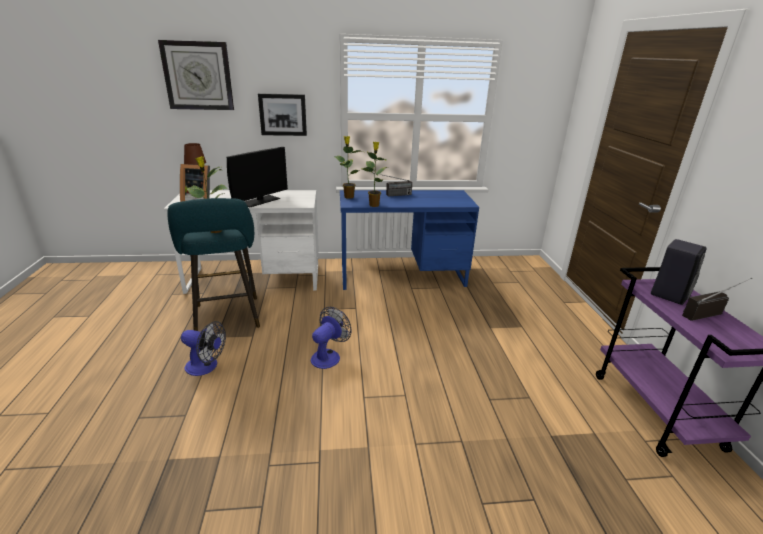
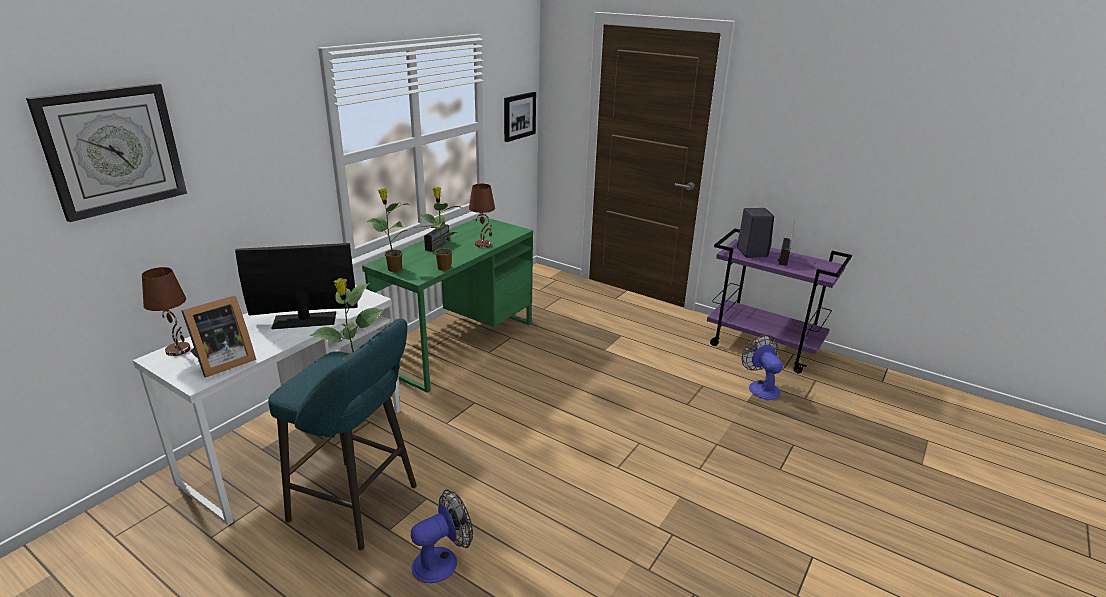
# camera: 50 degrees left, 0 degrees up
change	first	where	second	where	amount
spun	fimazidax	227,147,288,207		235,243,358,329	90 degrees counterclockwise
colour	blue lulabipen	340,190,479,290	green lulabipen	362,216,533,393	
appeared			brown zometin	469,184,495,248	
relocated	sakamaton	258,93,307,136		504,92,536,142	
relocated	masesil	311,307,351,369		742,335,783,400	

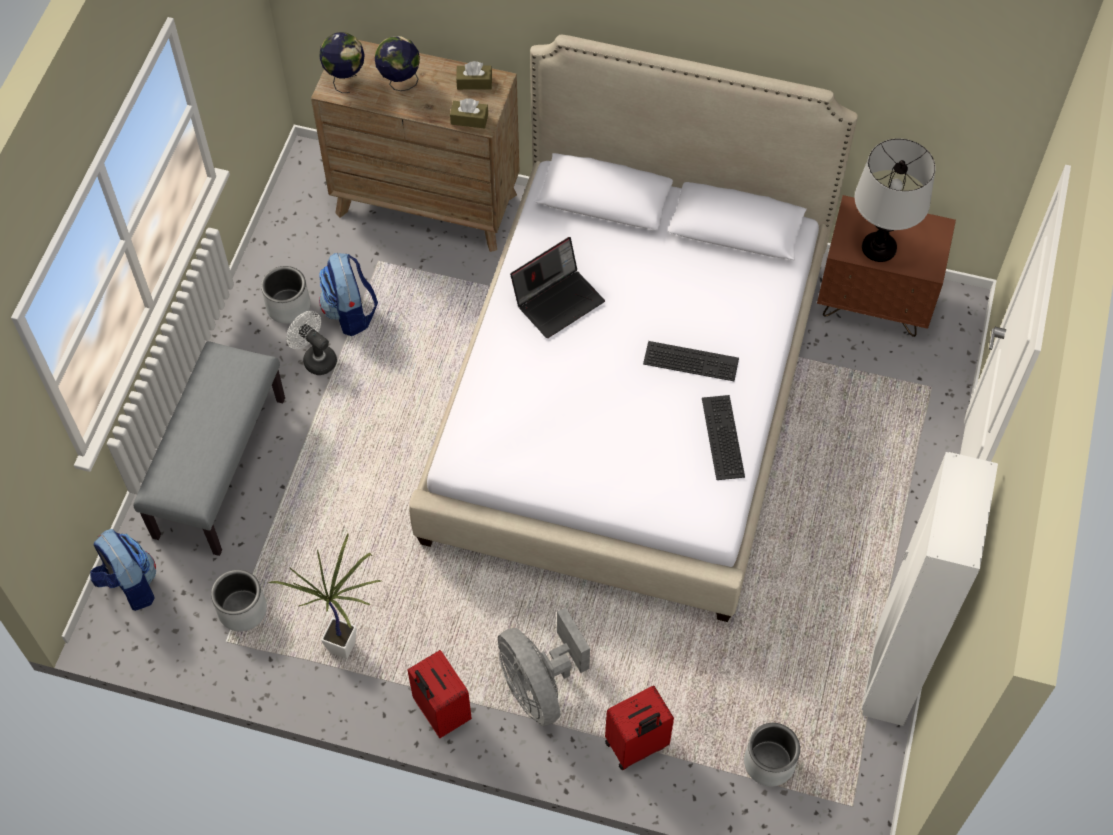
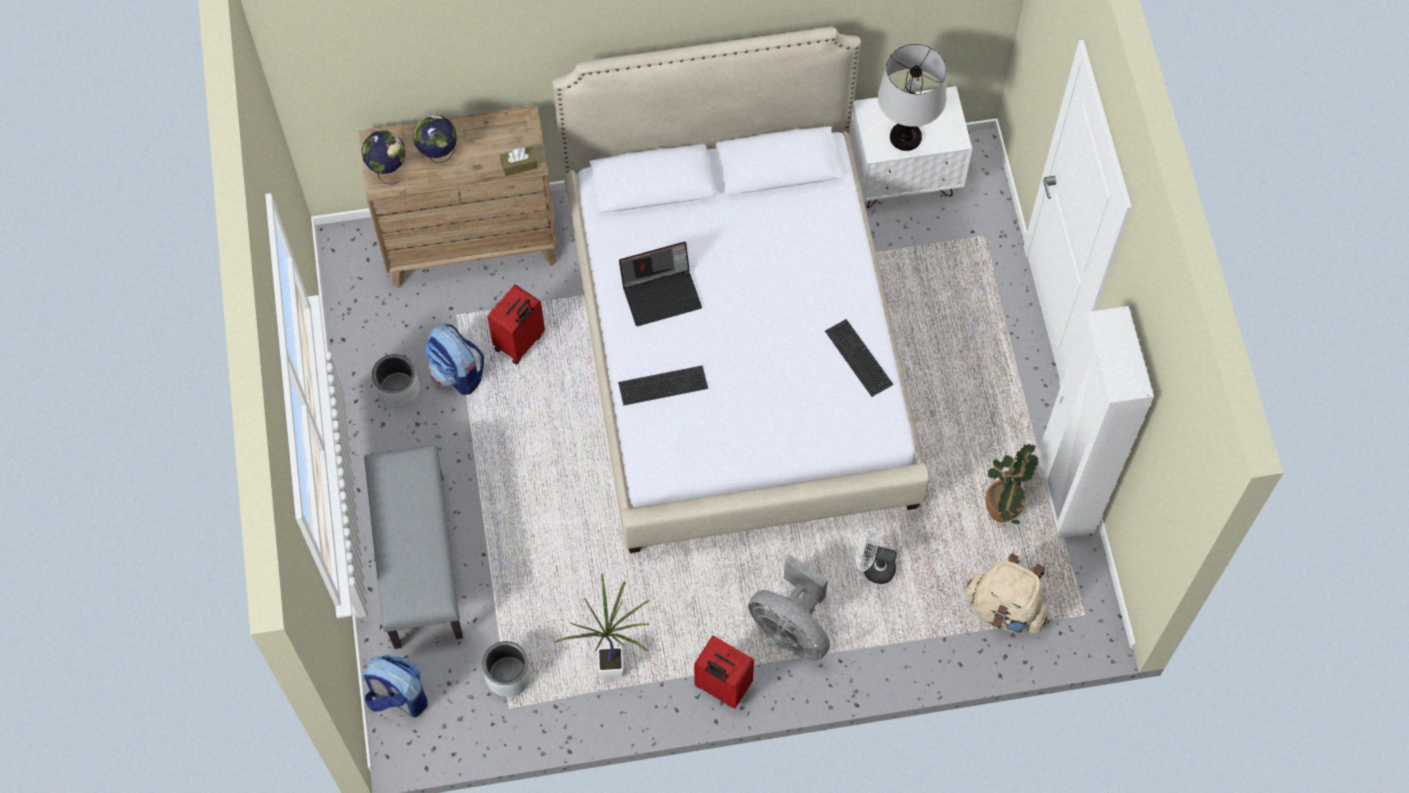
# camera: 25 degrees left, 5 degrees up
change	first	where	second	where	amount
relocated	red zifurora	605,686,674,770		488,284,545,365	
relocated	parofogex	643,341,739,381		618,365,708,406	
spun	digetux	510,237,605,338		619,242,702,326	45 degrees clockwise
colour	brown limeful	817,195,956,337	white limeful	849,86,972,208	
relocated	white masesil	286,311,337,375		855,529,897,584	
exchanged	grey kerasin	744,723,800,787	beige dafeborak	965,553,1049,634	
appeared			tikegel	986,444,1038,524	
missing	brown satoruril	456,61,492,90			

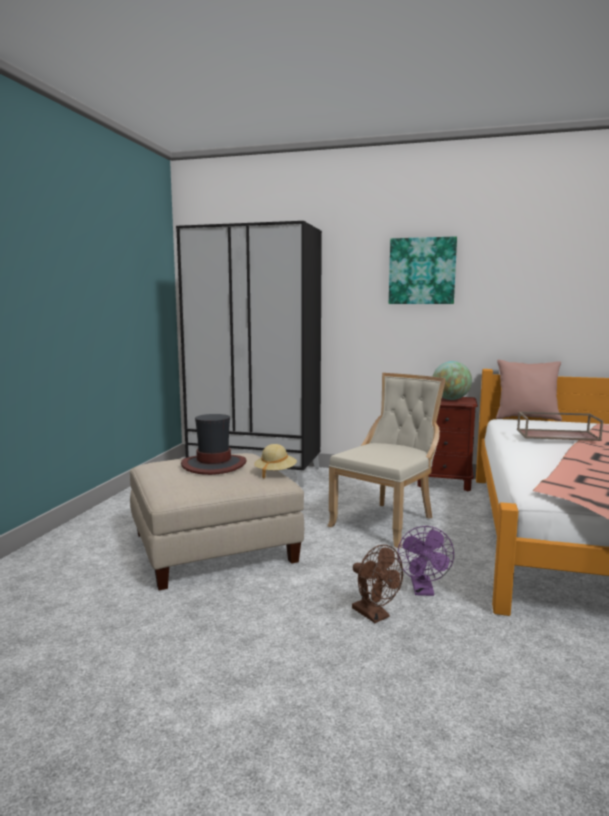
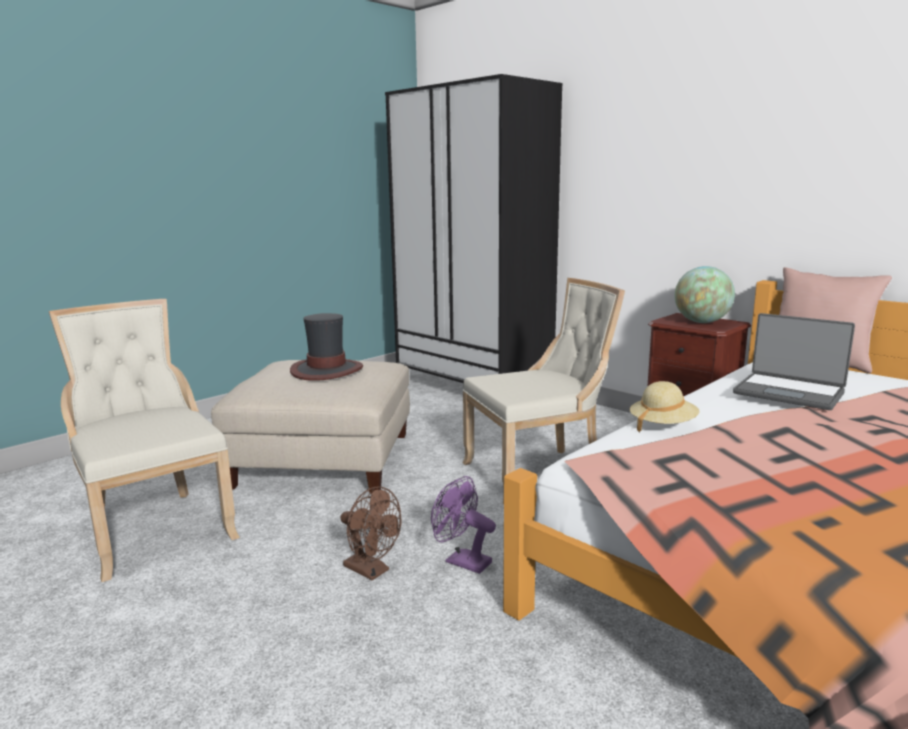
# camera: 30 degrees right, 5 degrees up
change	first	where	second	where	amount
appeared			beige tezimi	49,299,240,582	
spun	brown masesil	352,545,403,623		340,486,402,580	45 degrees counterclockwise
spun	purple masesil	398,526,454,596		431,476,496,574	90 degrees clockwise
relocated	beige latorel	254,444,297,479		630,381,700,433	
exchanged	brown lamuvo	517,412,603,441	digetux	733,313,855,410	
missing	sakamaton	389,236,457,304			

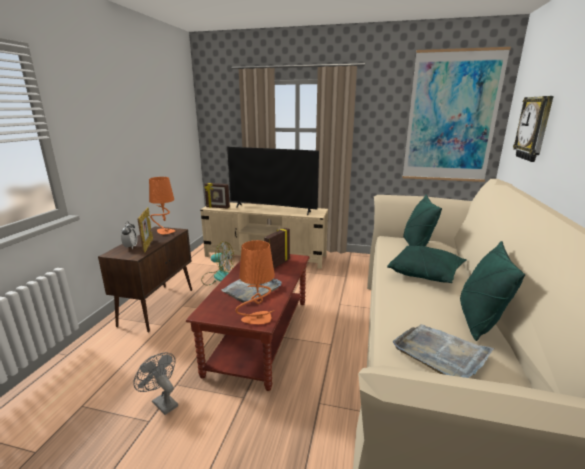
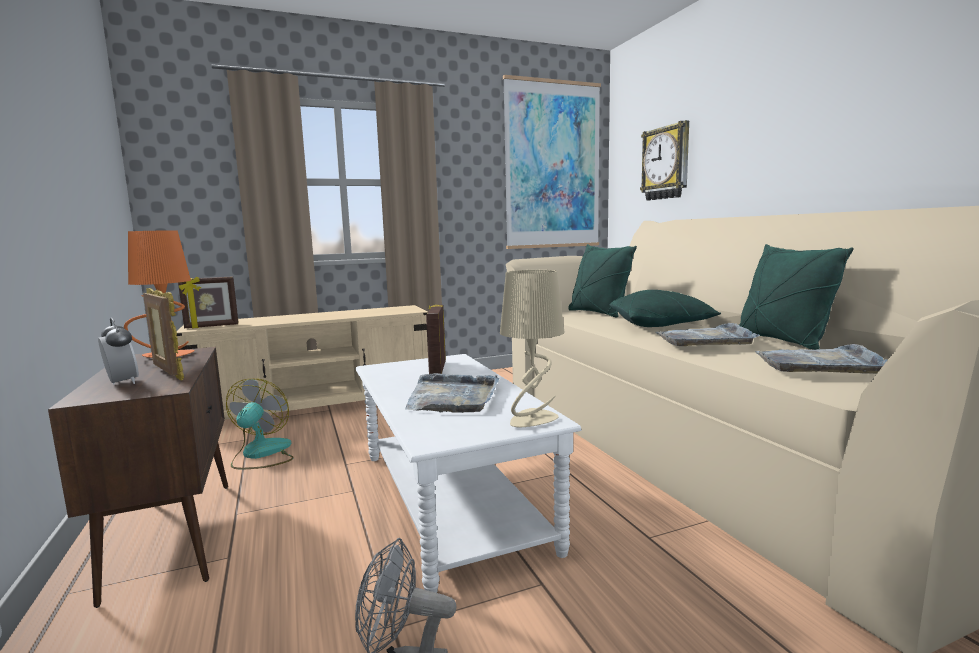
# camera: 35 degrees left, 10 degrees down
change	first	where	second	where	amount
spun	masesil	201,241,234,285		226,379,294,470	60 degrees counterclockwise
colour	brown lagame	186,254,310,391	white lagame	355,354,581,593	
colour	orange zometin	236,240,275,324	beige zometin	500,270,565,427	
appeared			grey lamuvo	656,323,760,346	
missing	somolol	227,147,319,215			

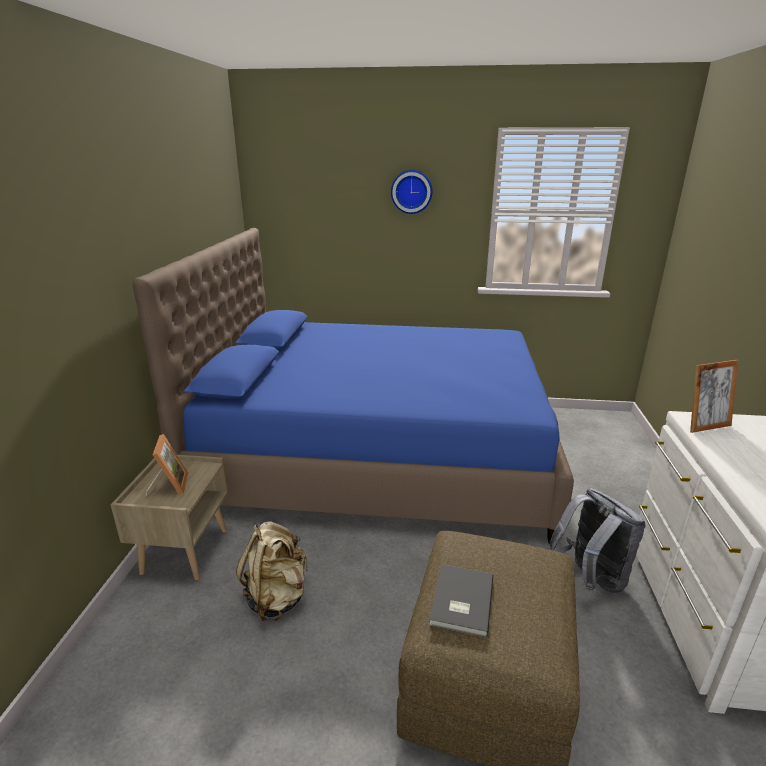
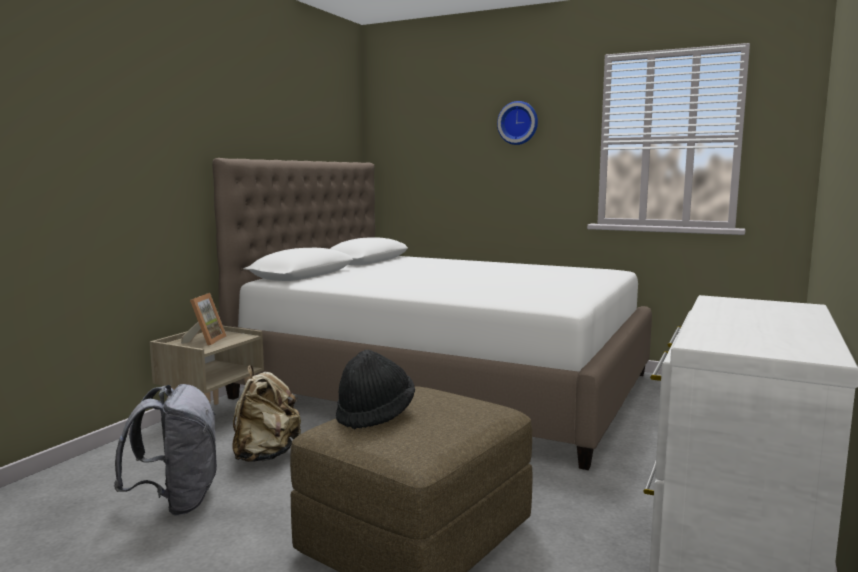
# camera: 20 degrees right, 15 degrees down
change	first	where	second	where	amount
relocated	grey dafeborak	547,488,646,594		114,384,217,516	
colour	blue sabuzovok	133,228,574,544	white sabuzovok	212,158,652,470	
exchanged	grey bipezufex	429,564,493,638	black latorel	336,350,415,429	
missing	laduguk	690,360,739,433			

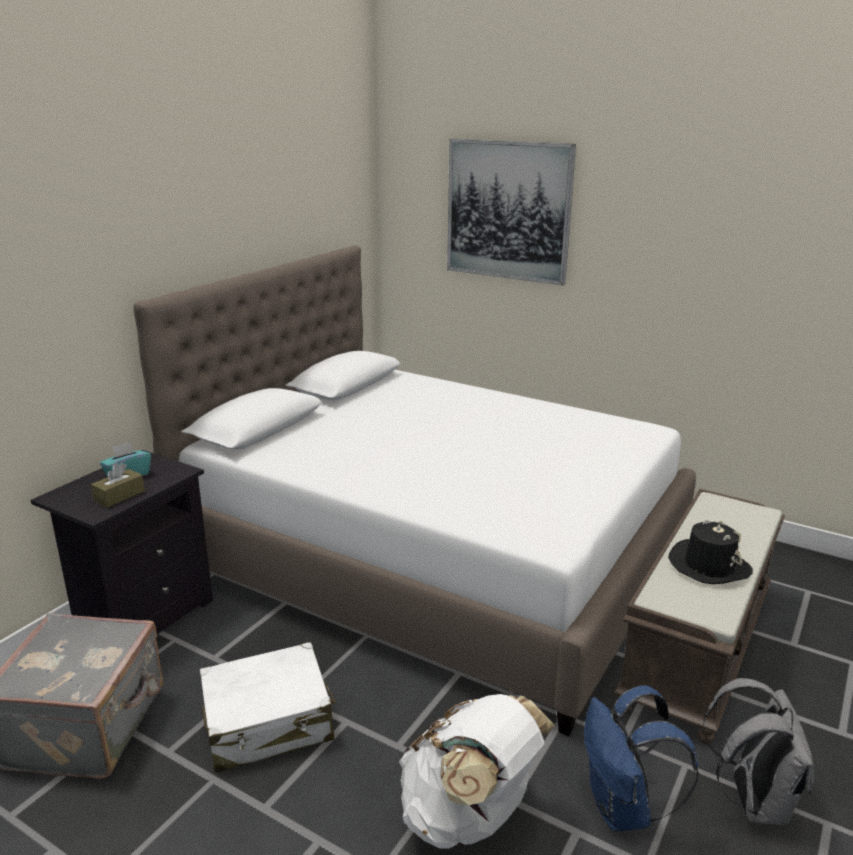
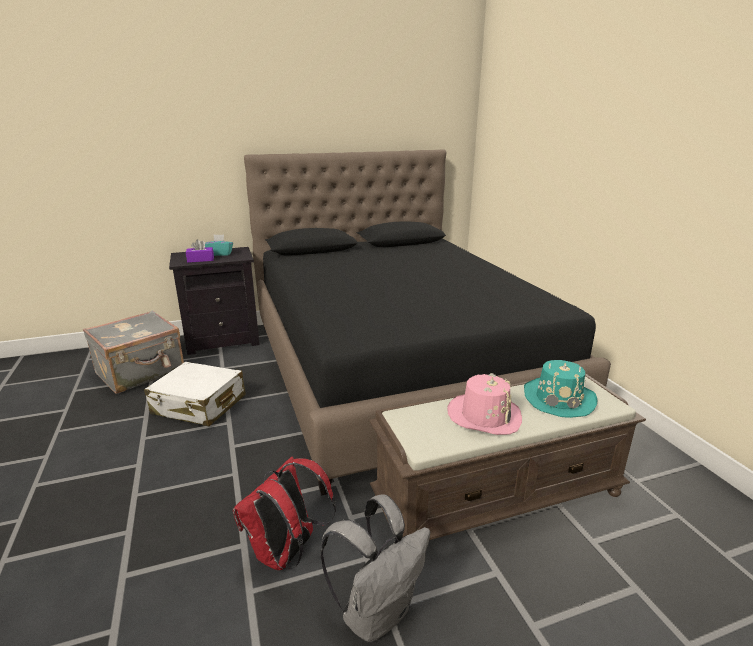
# camera: 40 degrees right, 0 degrees up
change	first	where	second	where	amount
colour	brown satoruril	91,463,145,508	purple satoruril	186,239,214,263	
colour	blue dafeborak	584,685,699,831	red dafeborak	233,457,336,570	
colour	white sabuzovok	133,245,696,736	black sabuzovok	244,149,611,495	
colour	black latorel	668,520,753,584	pink latorel	447,373,522,435	
appeared			turquoise latorel	524,360,597,418	
missing	white dafeborak	399,694,555,849			
missing	sakamaton	447,139,576,285			

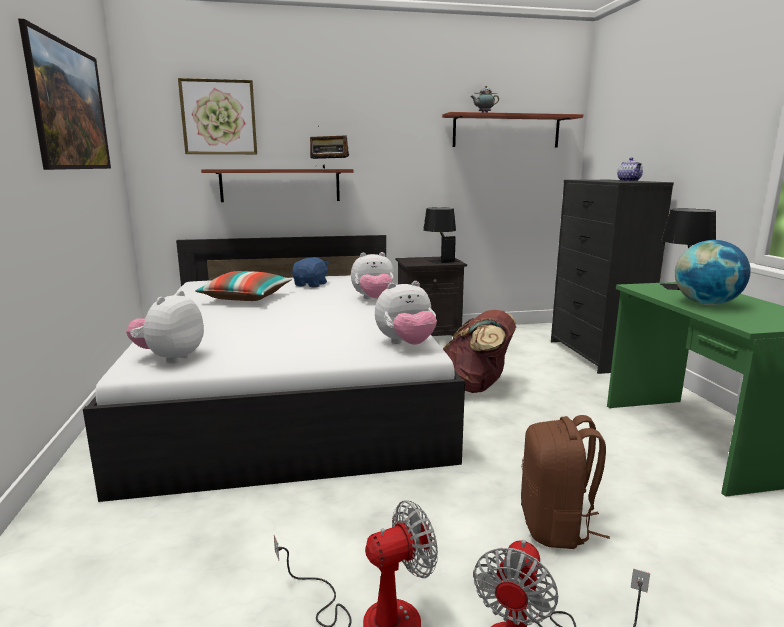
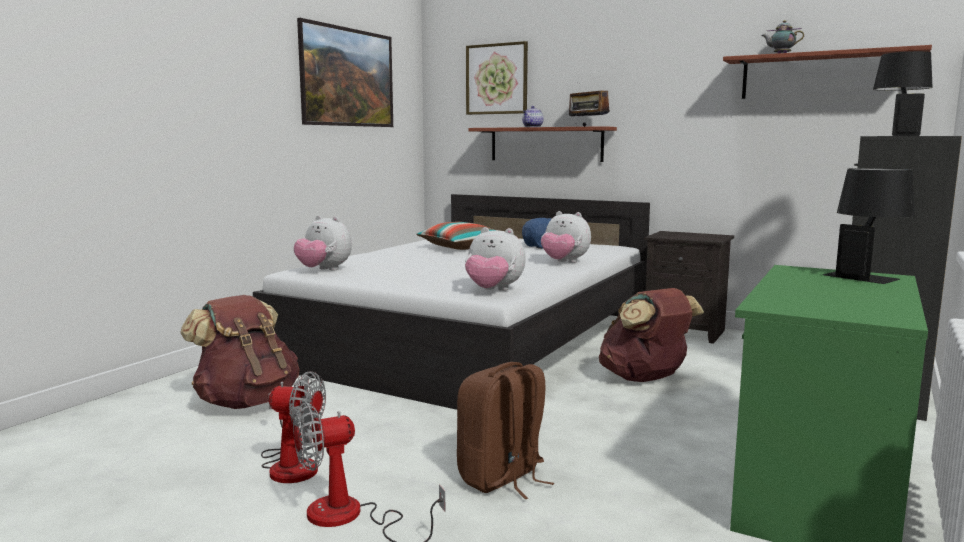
# camera: 40 degrees right, 5 degrees down
change	first	where	second	where	amount
appeared			brown dafeborak	180,295,300,409	
spun	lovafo	126,290,204,364		294,215,352,271	120 degrees counterclockwise
relocated	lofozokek	617,157,643,182		522,106,544,127	
relocated	black zometin	423,207,460,264		873,51,933,136	
missing	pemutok	675,240,751,305			

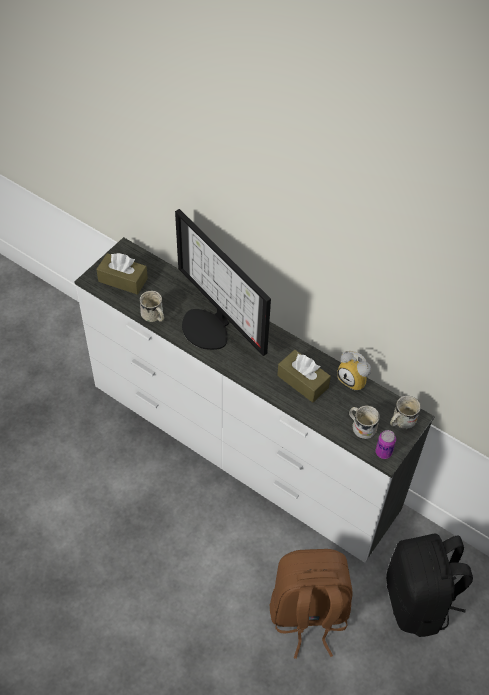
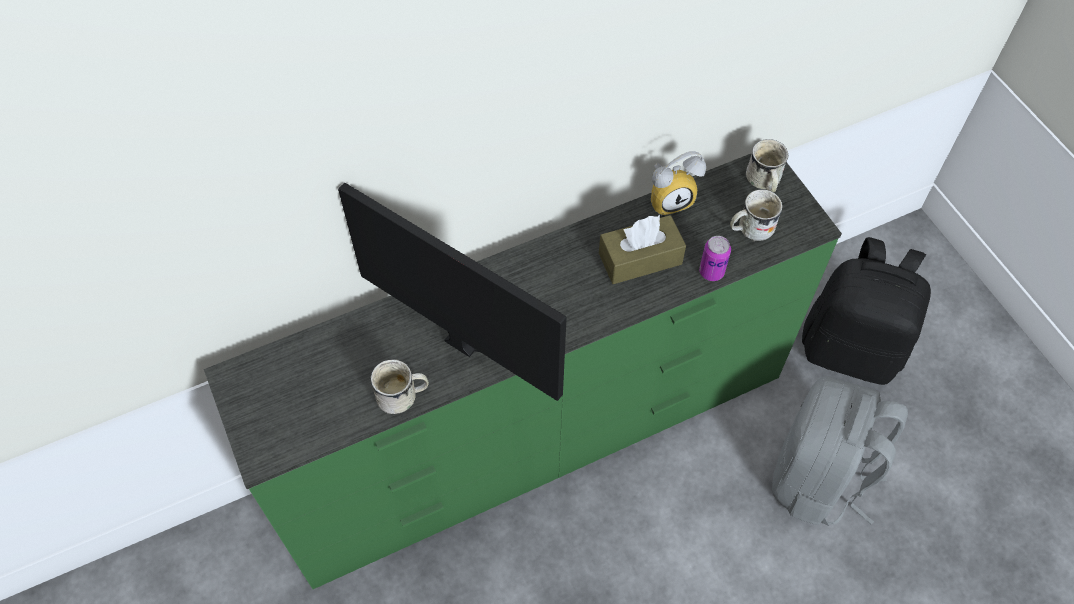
# camera: 60 degrees left, 5 degrees up
change	first	where	second	where	amount
colour	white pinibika	74,237,435,563	green pinibika	204,153,842,589	
spun	fimazidax	175,209,271,356		338,183,567,401	135 degrees counterclockwise
relocated	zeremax	376,430,396,459		699,236,731,281	
colour	brown dafeborak	270,549,353,659	grey dafeborak	772,376,908,526	
missing	brown satoruril	96,253,148,295			

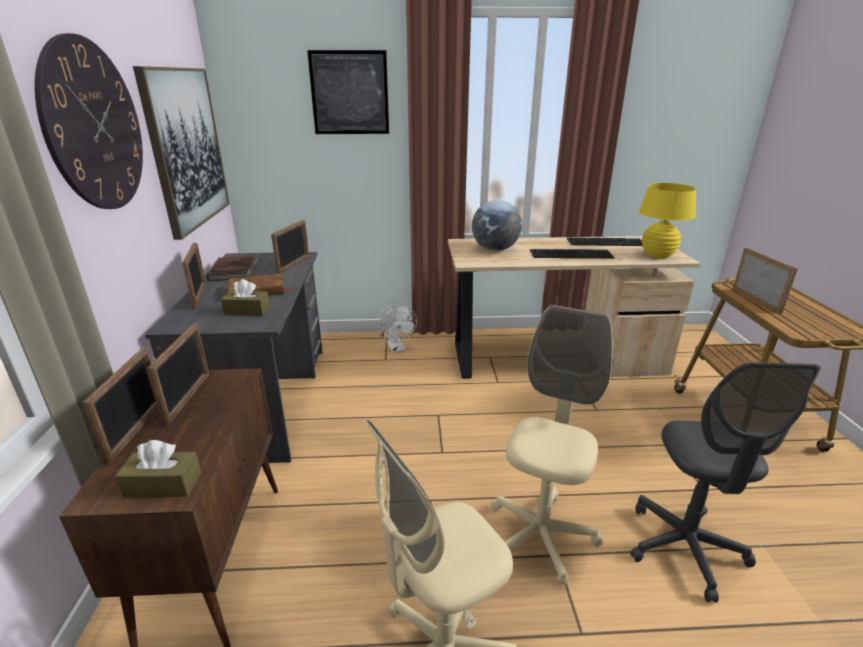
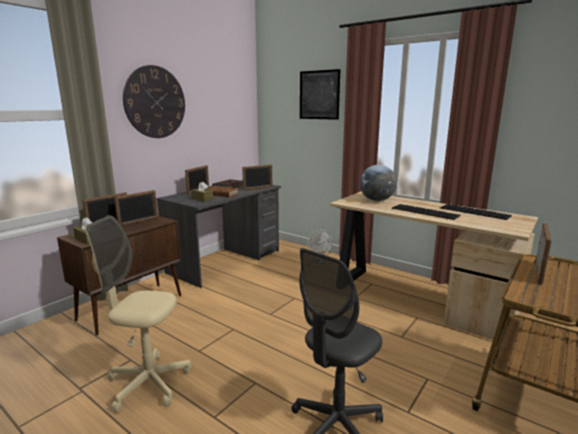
# camera: 40 degrees right, 10 degrees down
change	first	where	second	where	amount
missing	sakamaton	133,66,230,240			
missing	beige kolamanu	491,305,613,586			
missing	yellow zometin	639,183,696,258			

